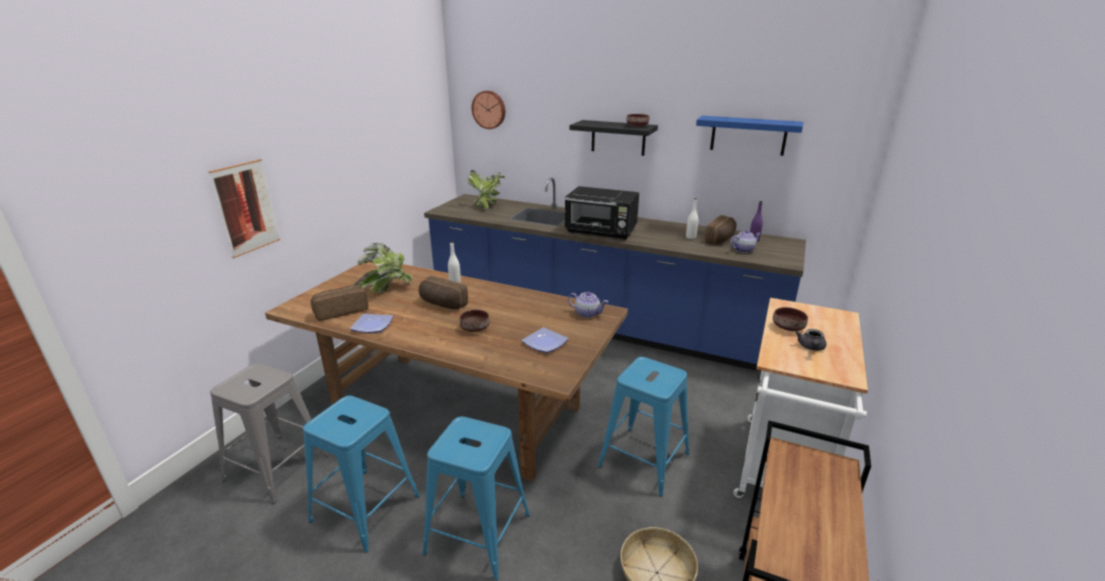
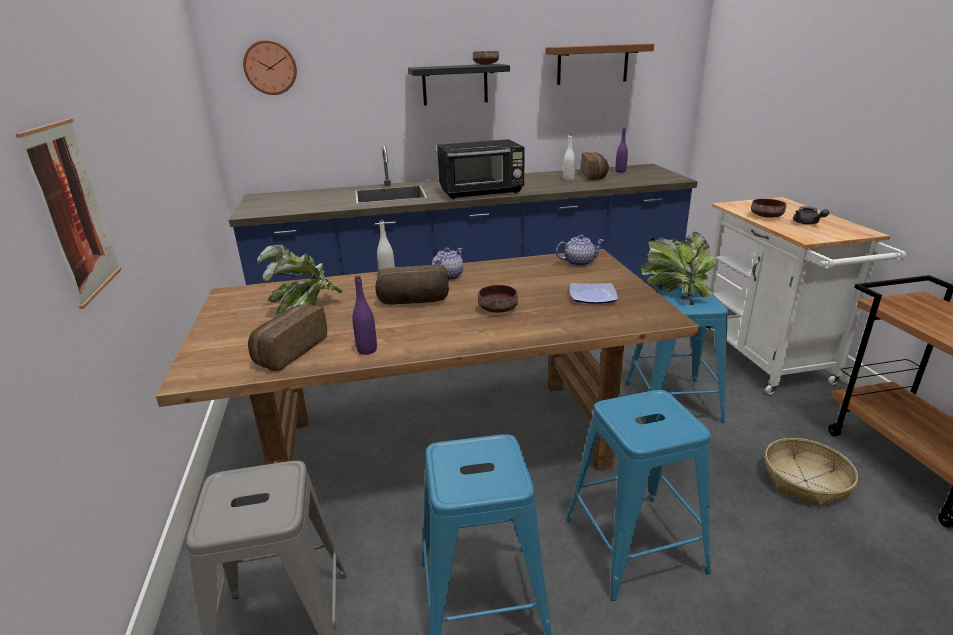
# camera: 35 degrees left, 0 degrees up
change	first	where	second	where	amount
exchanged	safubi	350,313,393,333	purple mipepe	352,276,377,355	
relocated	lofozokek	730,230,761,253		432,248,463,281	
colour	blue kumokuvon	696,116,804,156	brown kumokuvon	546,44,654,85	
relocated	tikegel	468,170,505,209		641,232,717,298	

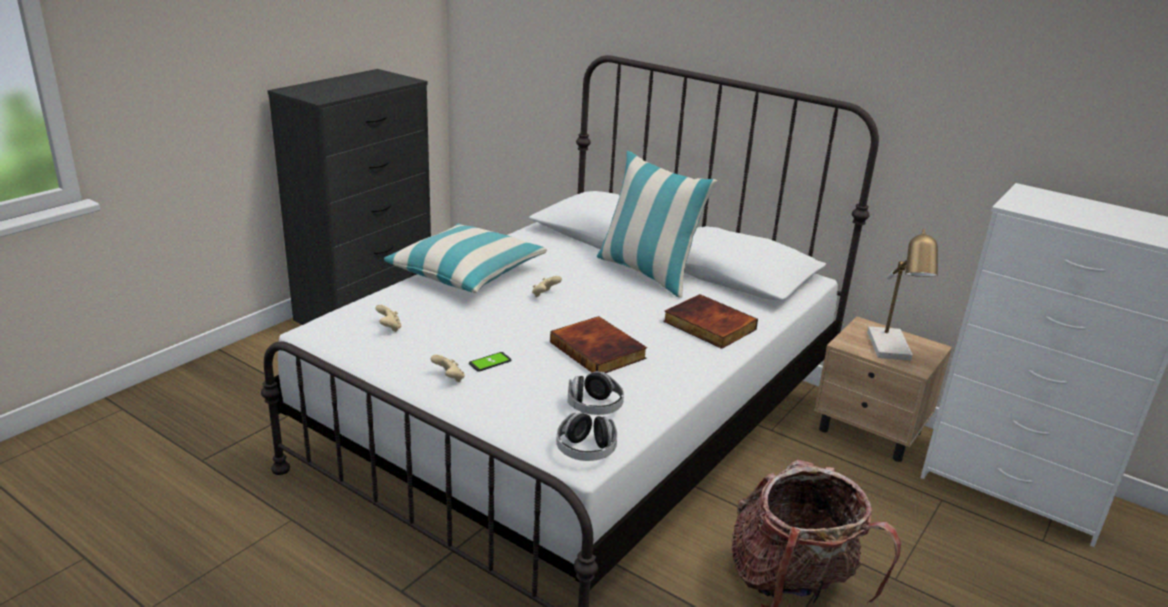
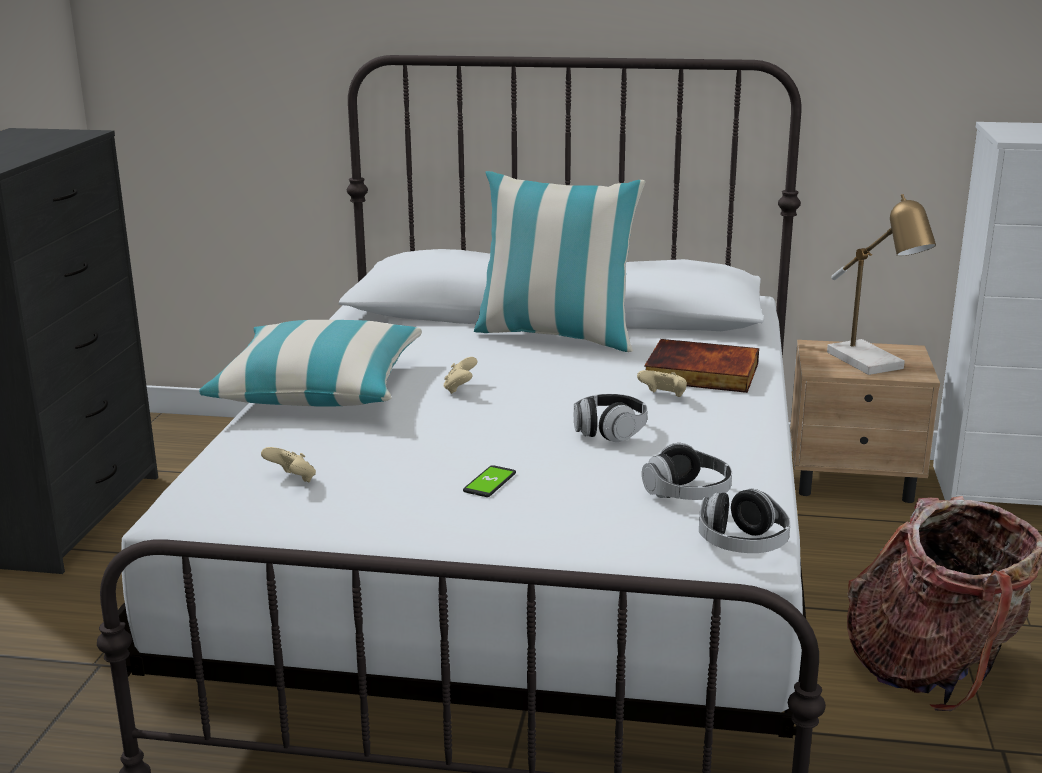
# camera: 25 degrees left, 5 degrees down
change	first	where	second	where	amount
exchanged	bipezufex	550,316,647,373	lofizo	574,394,648,442	
relocated	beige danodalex	431,355,465,382		637,370,687,397	

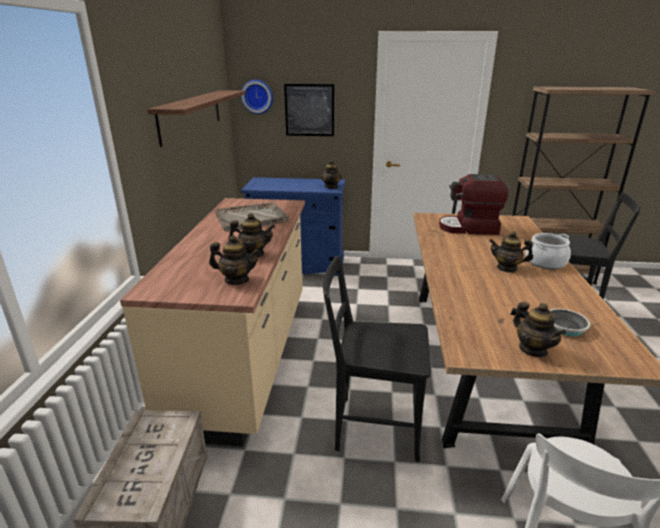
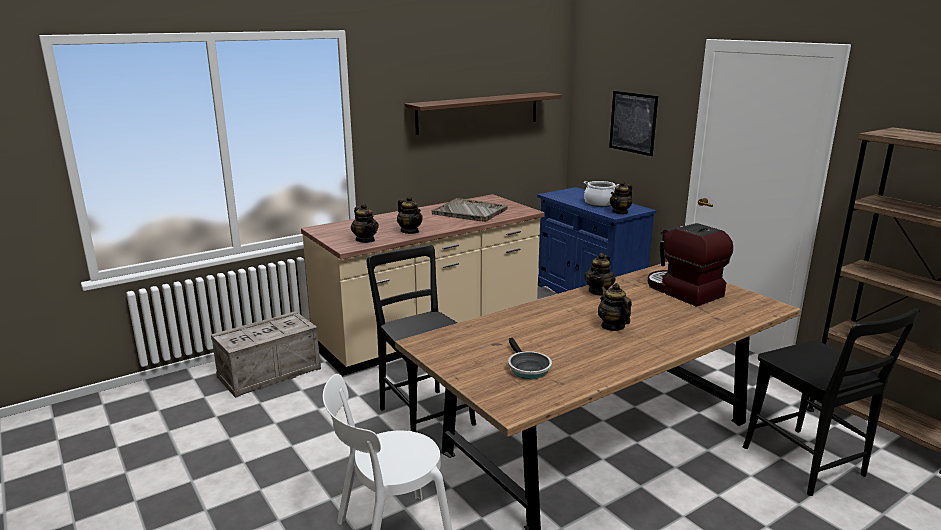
# camera: 50 degrees right, 5 degrees down
change	first	where	second	where	amount
relocated	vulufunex	526,233,571,269		584,181,619,207	
relocated	lofozokek	513,302,566,357		584,253,615,296	
missing	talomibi	241,80,273,114			

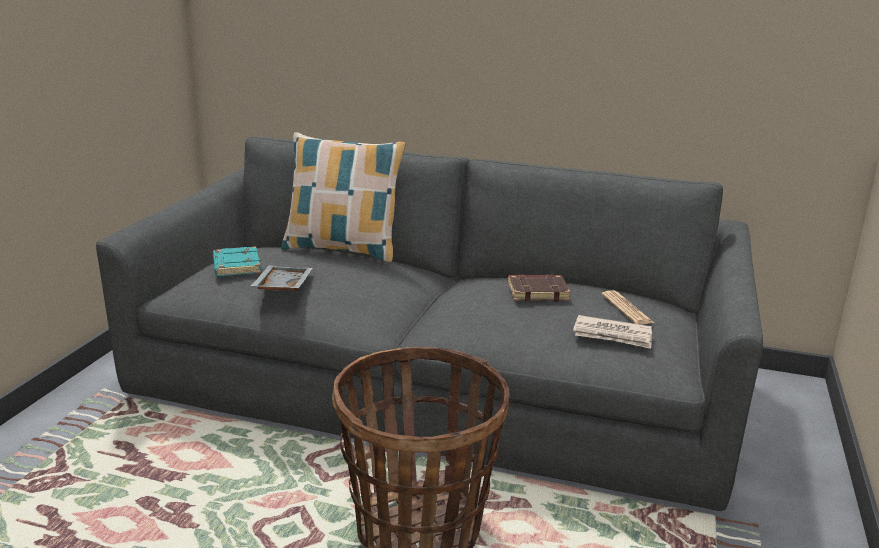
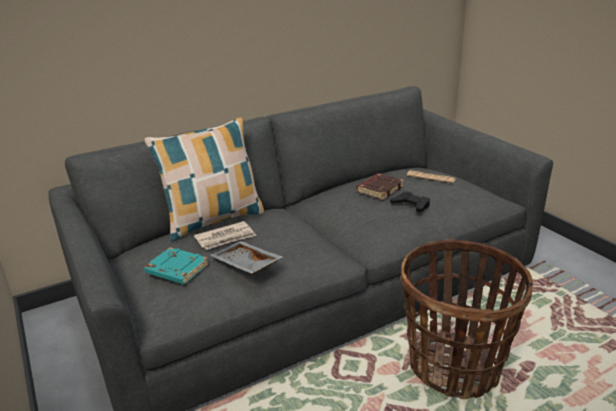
# camera: 45 degrees left, 5 degrees up
change	first	where	second	where	amount
relocated	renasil	573,315,652,349		194,221,256,250	
appeared			black danodalex	390,191,430,212	

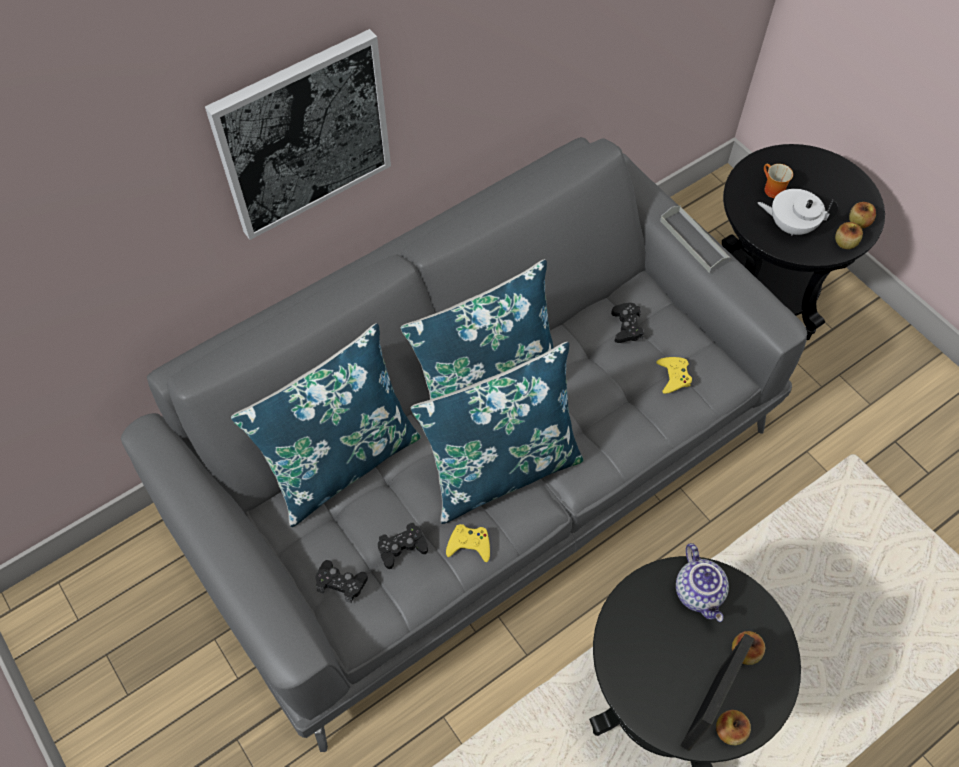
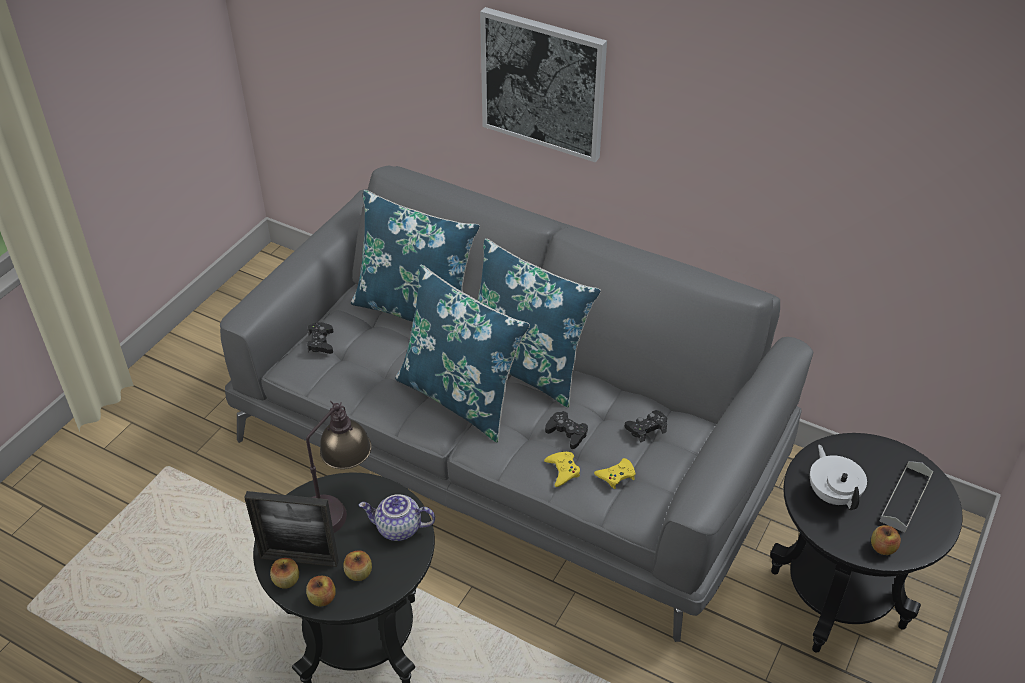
# camera: 65 degrees right, 15 degrees down
change	first	where	second	where	amount
appeared			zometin	306,401,372,533	
relocated	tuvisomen	835,222,863,249		306,576,336,607	
spun	lofozokek	676,543,729,622		359,494,435,541	45 degrees clockwise
relocated	yellow danodalex	446,524,490,562		544,452,580,487	
relocated	black danodalex	378,522,428,569		545,411,588,449	
relocated	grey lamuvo	660,206,731,273		880,461,933,533	
missing	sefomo	764,164,793,198			

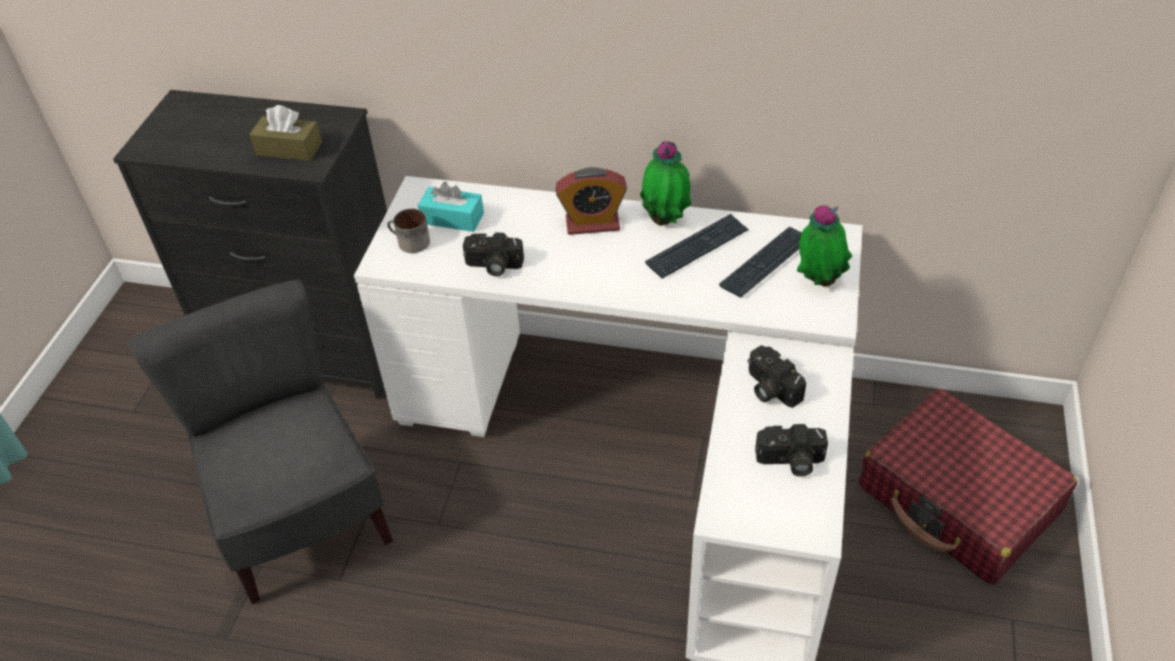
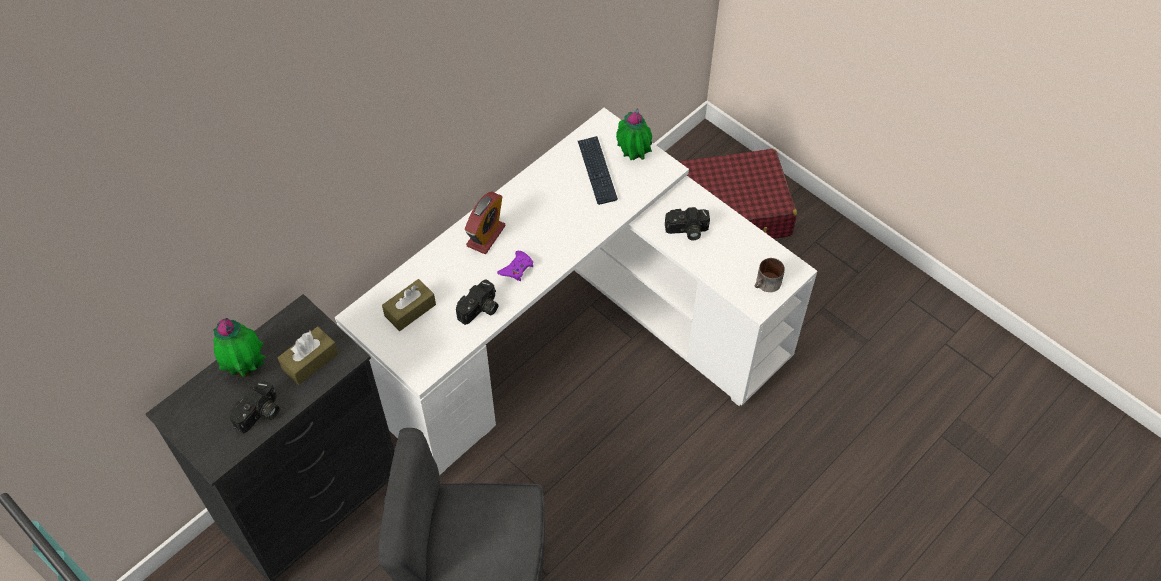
# camera: 60 degrees left, 10 degrees up
change	first	where	second	where	amount
relocated	tikegel	640,141,692,226		213,318,266,377	
relocated	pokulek	755,424,828,477		229,379,280,434	
colour	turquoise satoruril	418,182,484,232	brown satoruril	382,279,436,331	
appeared			purple danodalex	497,251,533,281	
relocated	sefomo	387,209,430,253		755,258,785,292	
missing	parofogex	645,214,749,279			

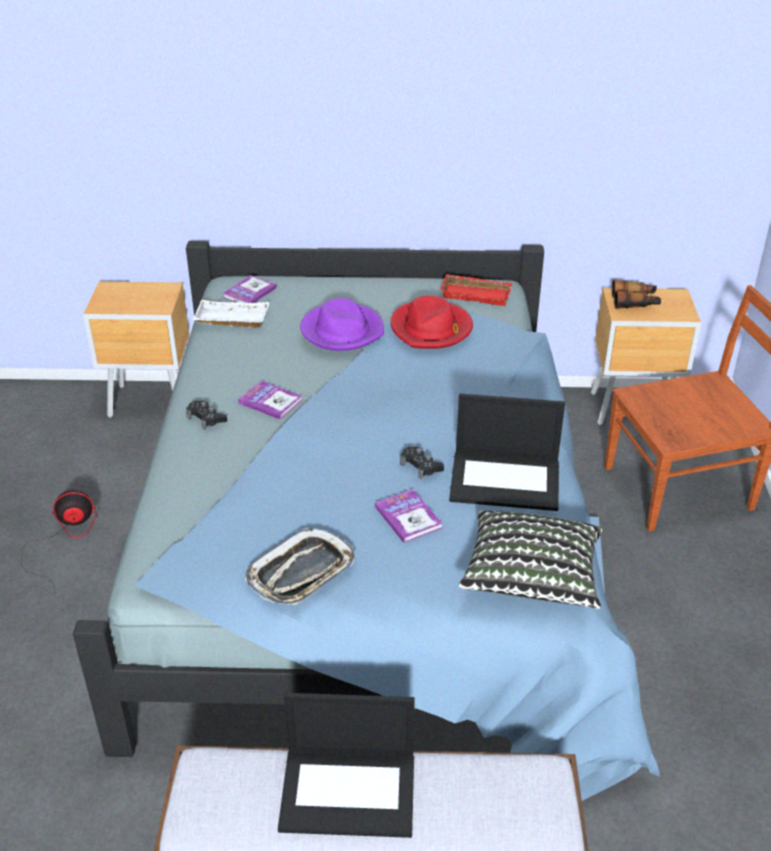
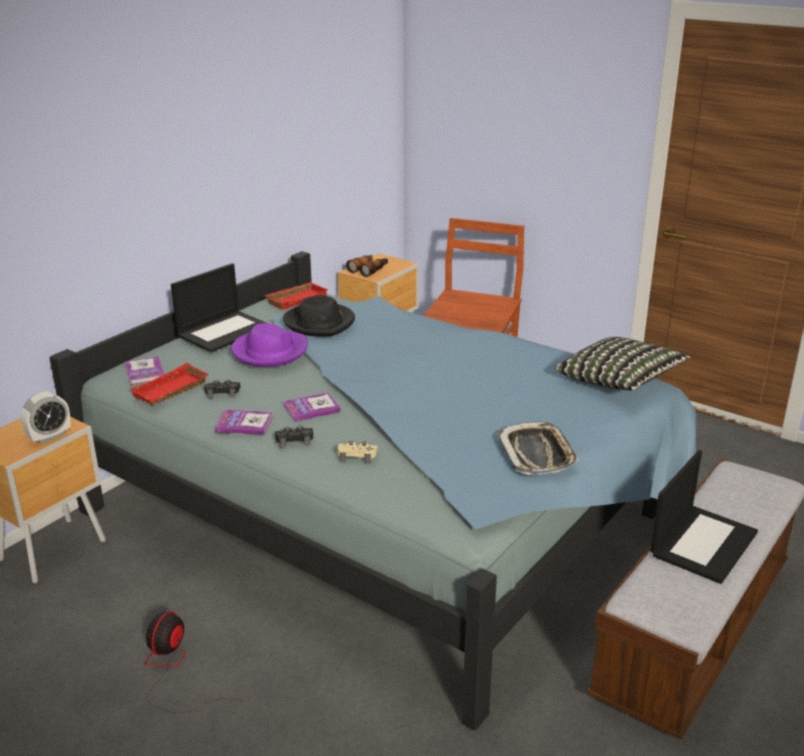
# camera: 55 degrees left, 10 degrees down
change	first	where	second	where	amount
appeared			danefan	21,391,70,444	
colour	white lamuvo	192,300,269,328	red lamuvo	130,363,209,405	
relocated	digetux	449,394,565,511		171,263,266,352	
relocated	black danodalex	400,446,444,479		204,379,241,399	
relocated	bipezufex	375,489,443,543		215,409,273,435	
colour	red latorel	391,296,473,349	black latorel	283,295,355,336	
appeared			beige danodalex	338,441,378,464	

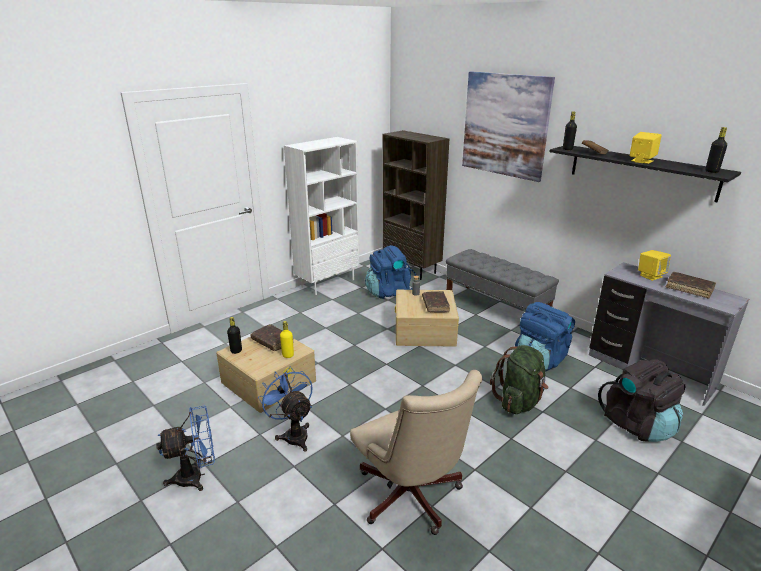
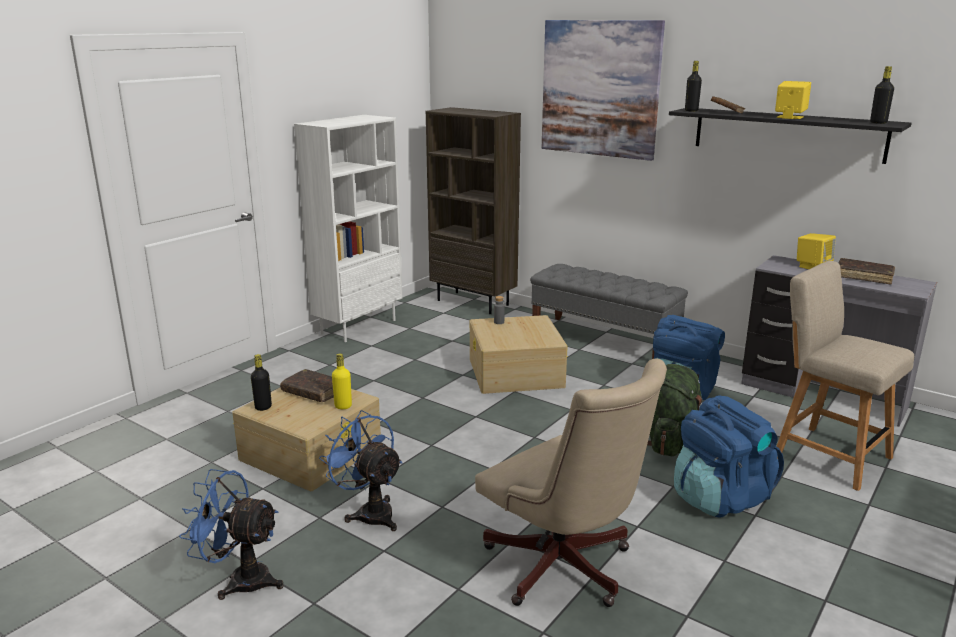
# camera: 10 degrees left, 5 degrees down
change	first	where	second	where	amount
spun	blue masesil	156,406,215,491		179,469,284,600	135 degrees counterclockwise
relocated	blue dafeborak	365,245,417,299		674,395,784,518	
exchanged	black dafeborak	598,359,686,442	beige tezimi	777,261,914,491	
missing	brown bipezufex	422,291,450,312			

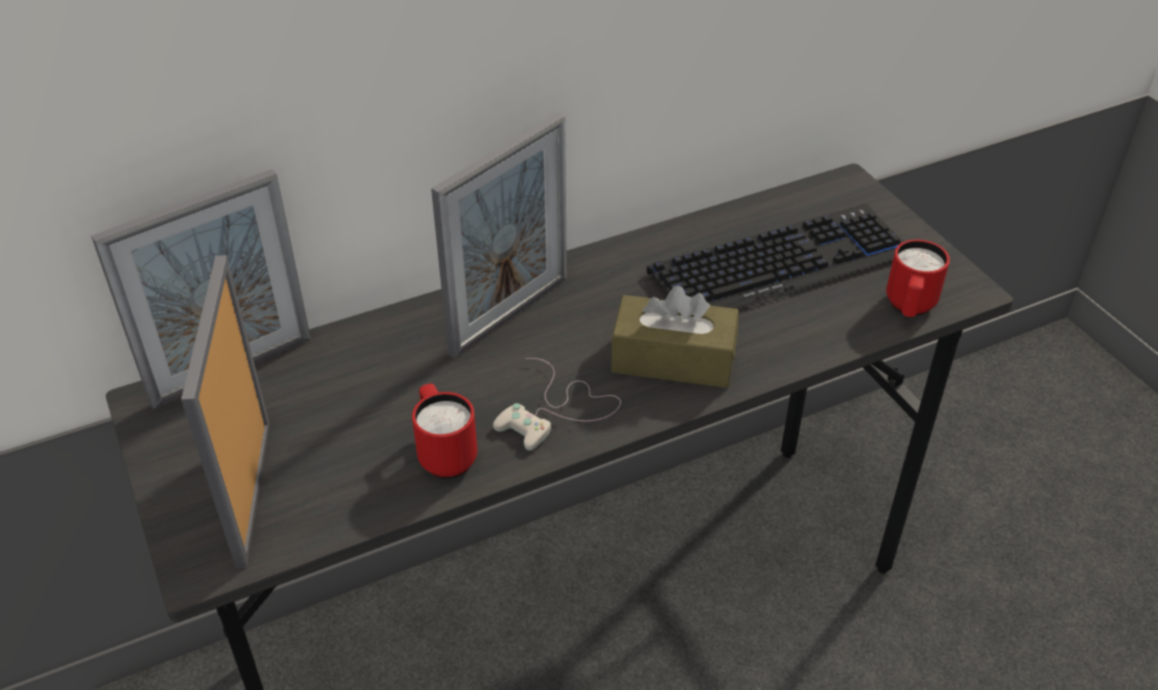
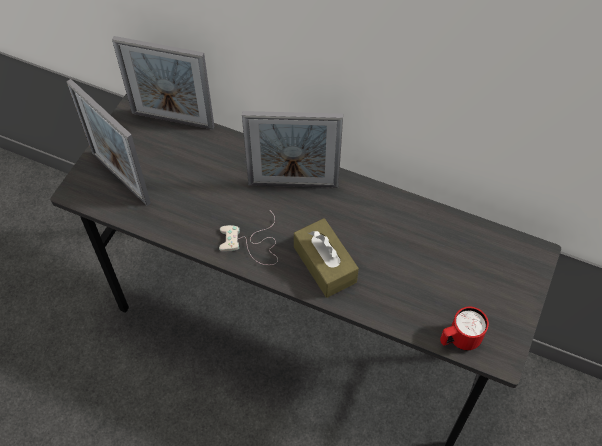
# camera: 50 degrees right, 15 degrees up
change	first	where	second	where	amount
spun	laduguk	181,255,270,568		67,79,151,206	90 degrees counterclockwise
missing	red sefomo	412,384,477,479			
missing	parofogex	647,204,903,309			

